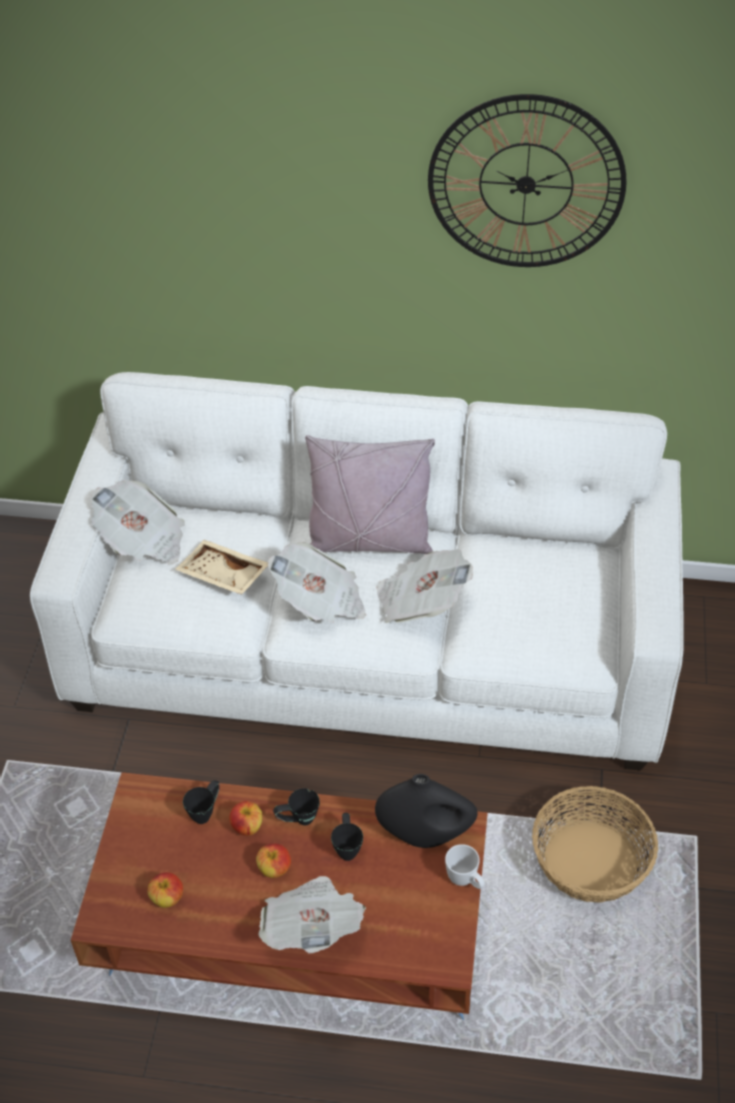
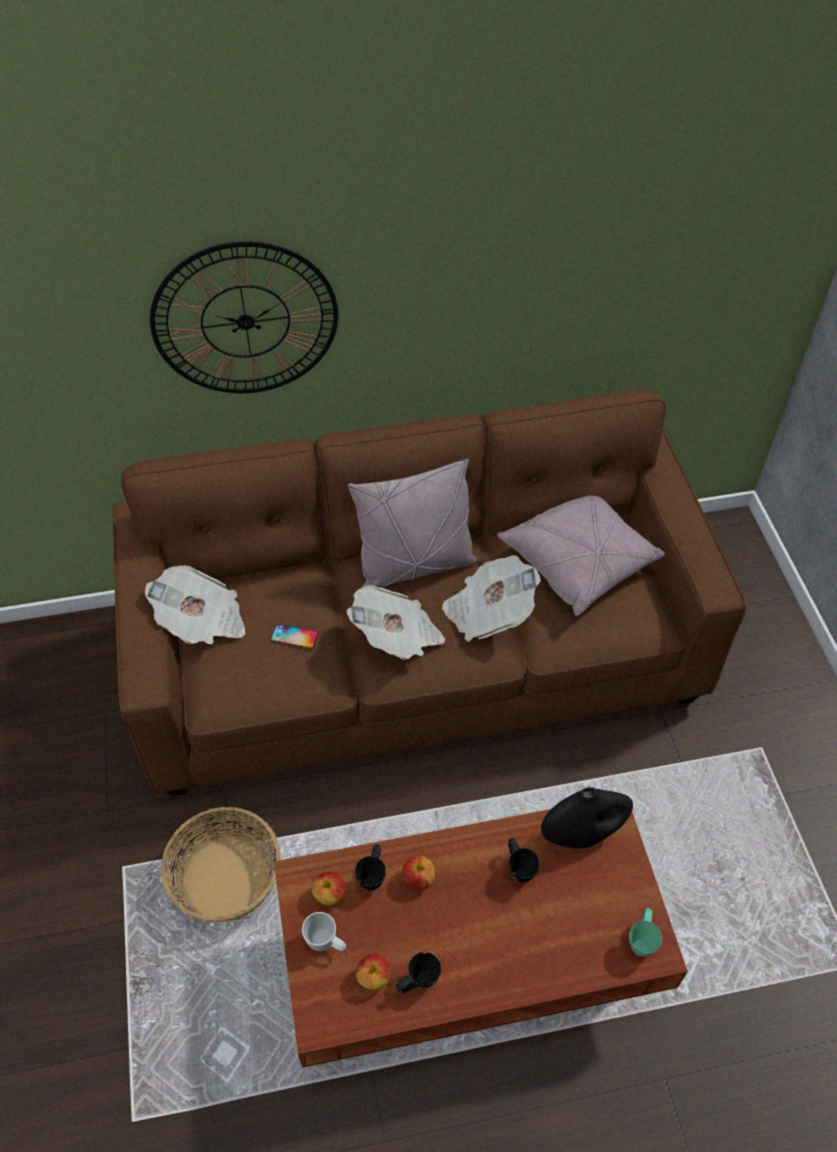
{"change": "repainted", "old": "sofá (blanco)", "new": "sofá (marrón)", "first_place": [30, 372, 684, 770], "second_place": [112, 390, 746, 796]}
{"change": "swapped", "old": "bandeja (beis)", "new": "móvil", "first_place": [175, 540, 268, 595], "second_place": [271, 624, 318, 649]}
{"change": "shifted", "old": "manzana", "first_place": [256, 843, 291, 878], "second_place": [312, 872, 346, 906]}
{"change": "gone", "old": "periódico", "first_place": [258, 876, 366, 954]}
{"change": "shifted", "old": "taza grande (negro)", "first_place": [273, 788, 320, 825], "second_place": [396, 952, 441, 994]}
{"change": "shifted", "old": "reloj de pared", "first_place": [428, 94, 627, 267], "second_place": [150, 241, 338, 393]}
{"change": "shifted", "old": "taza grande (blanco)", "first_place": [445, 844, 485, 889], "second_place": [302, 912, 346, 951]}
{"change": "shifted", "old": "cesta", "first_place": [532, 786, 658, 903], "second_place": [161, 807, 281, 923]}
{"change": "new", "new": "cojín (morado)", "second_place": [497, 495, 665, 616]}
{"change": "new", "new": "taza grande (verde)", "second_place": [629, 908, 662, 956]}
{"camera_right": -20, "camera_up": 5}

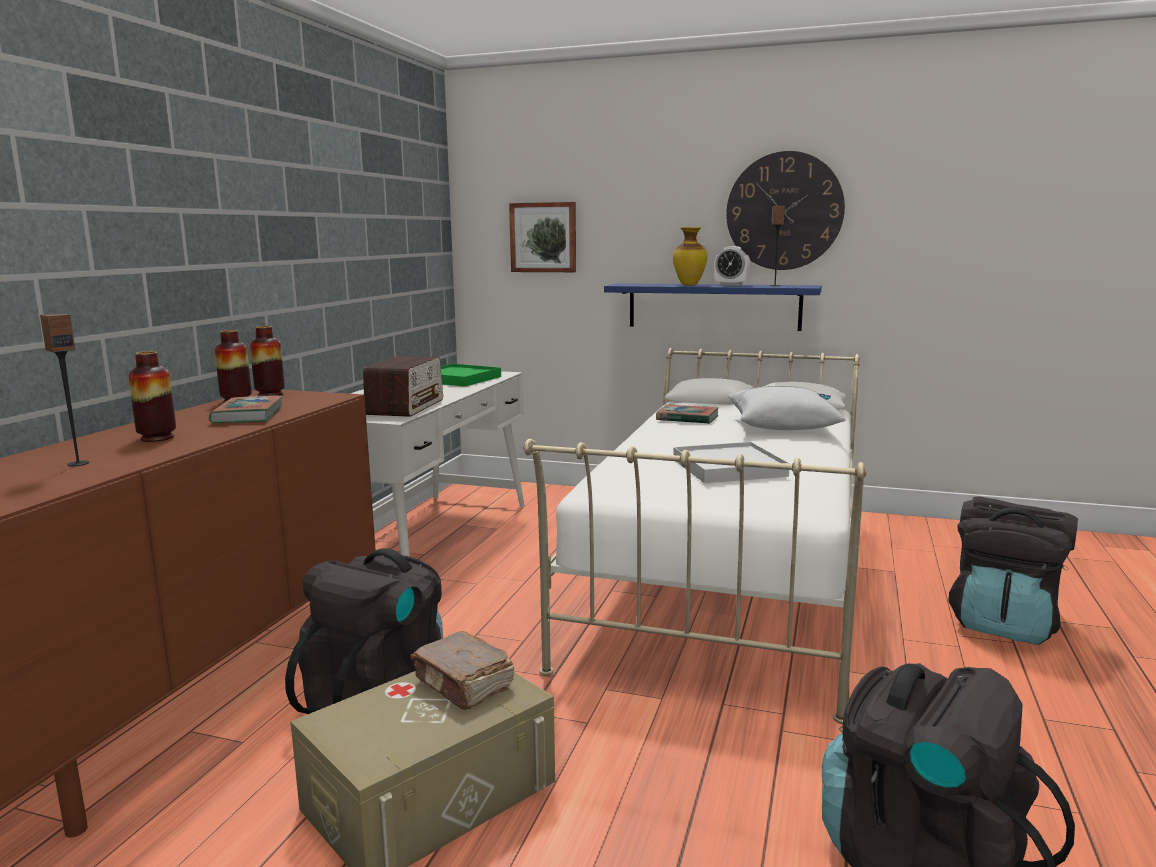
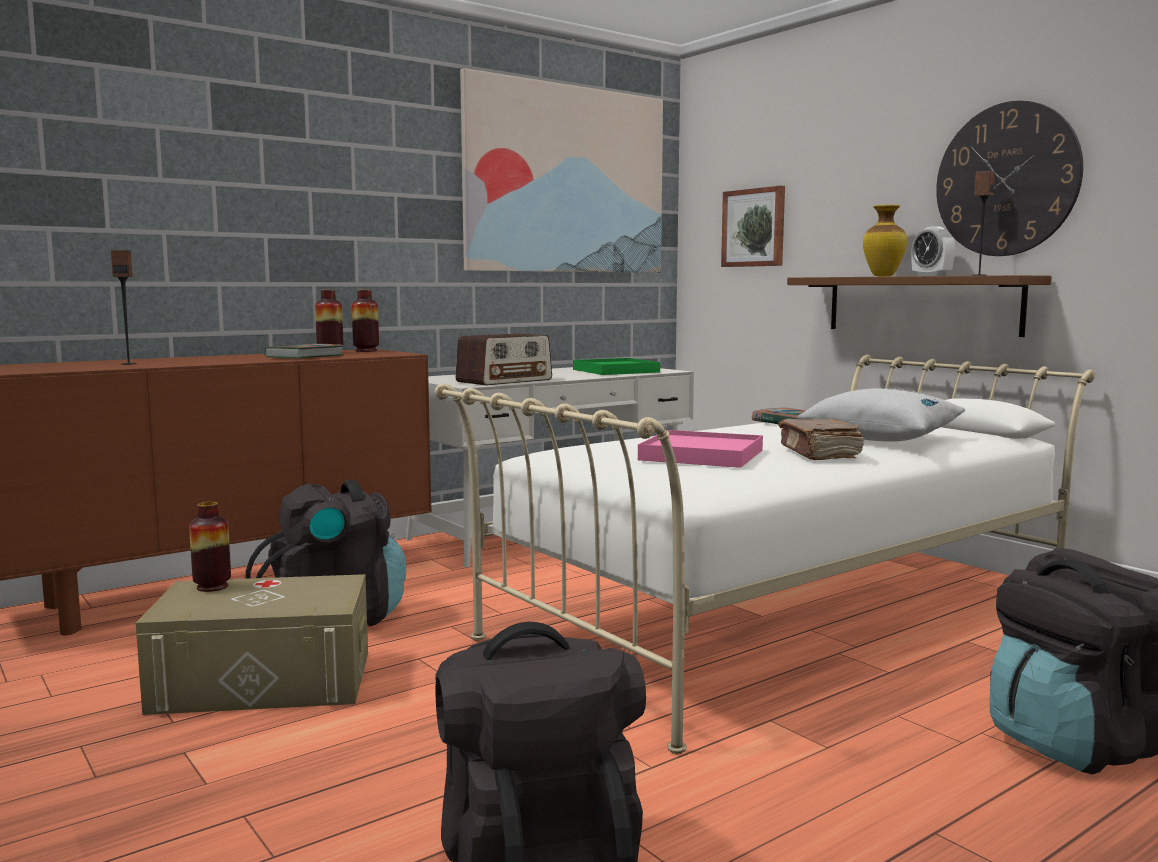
{"change": "shifted", "old": "florero", "first_place": [128, 351, 176, 442], "second_place": [189, 502, 231, 592]}
{"change": "shifted", "old": "libro (marrón)", "first_place": [410, 631, 514, 710], "second_place": [778, 419, 864, 460]}
{"change": "repainted", "old": "estante (azul)", "new": "estante (marrón)", "first_place": [604, 283, 822, 331], "second_place": [787, 275, 1051, 337]}
{"change": "repainted", "old": "bandeja (blanco)", "new": "bandeja (rosa)", "first_place": [673, 442, 790, 483], "second_place": [638, 430, 763, 468]}
{"change": "new", "new": "cuadro", "second_place": [460, 68, 663, 273]}
{"camera_right": 35, "camera_up": -5}

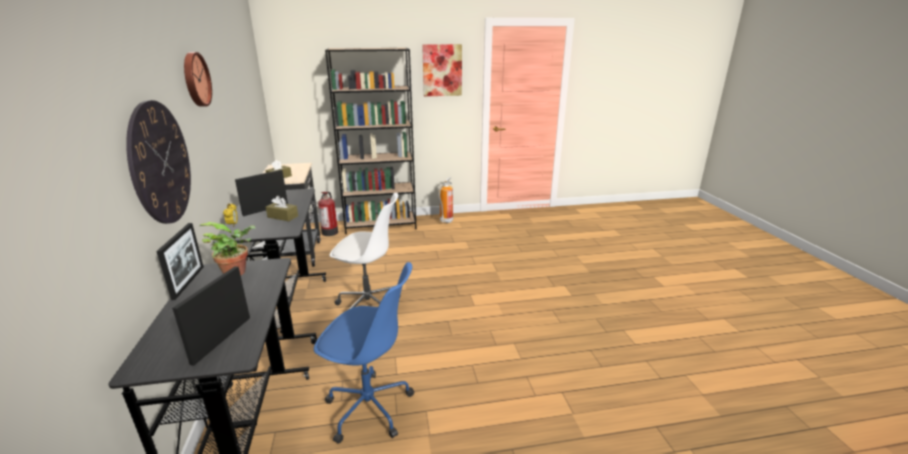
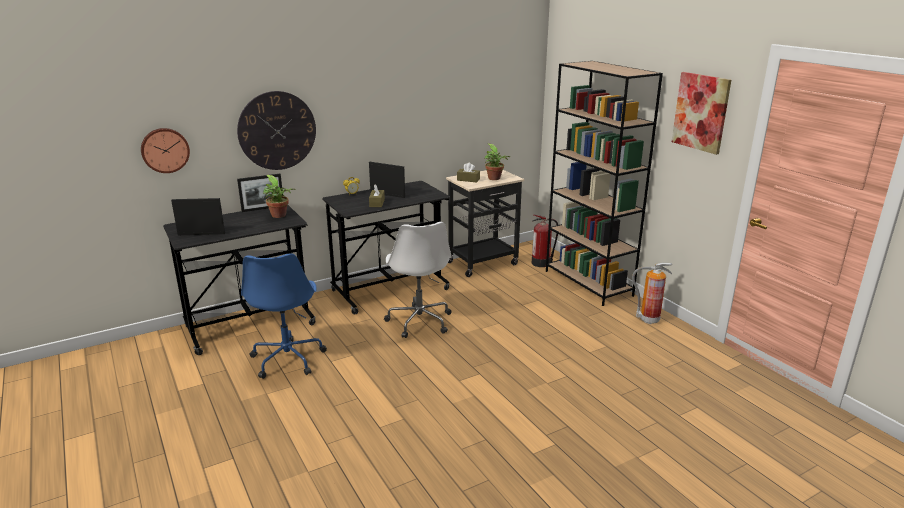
{"change": "shifted", "old": "reloj de pared", "first_place": [184, 52, 212, 107], "second_place": [141, 128, 190, 173]}
{"change": "new", "new": "planta en maceta", "second_place": [484, 143, 510, 180]}
{"camera_right": 70, "camera_up": 0}

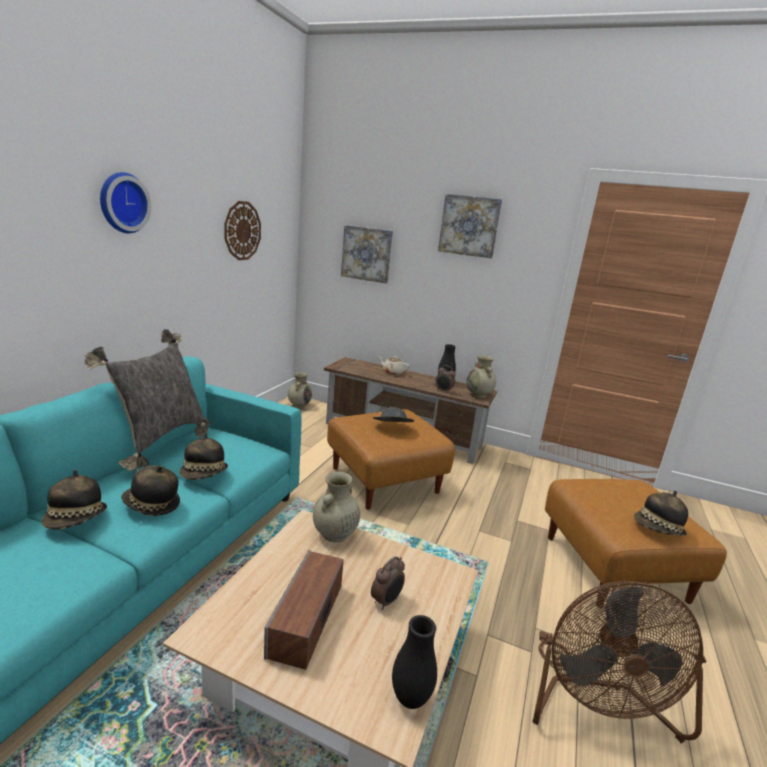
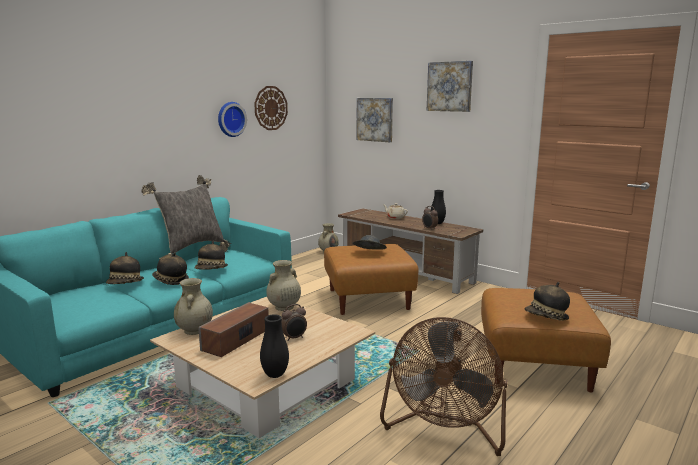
{"change": "shifted", "old": "reloj de pared", "first_place": [100, 172, 151, 233], "second_place": [218, 102, 247, 137]}
{"change": "shifted", "old": "florero (beis)", "first_place": [466, 355, 496, 398], "second_place": [174, 278, 213, 335]}
{"camera_right": 20, "camera_up": -5}

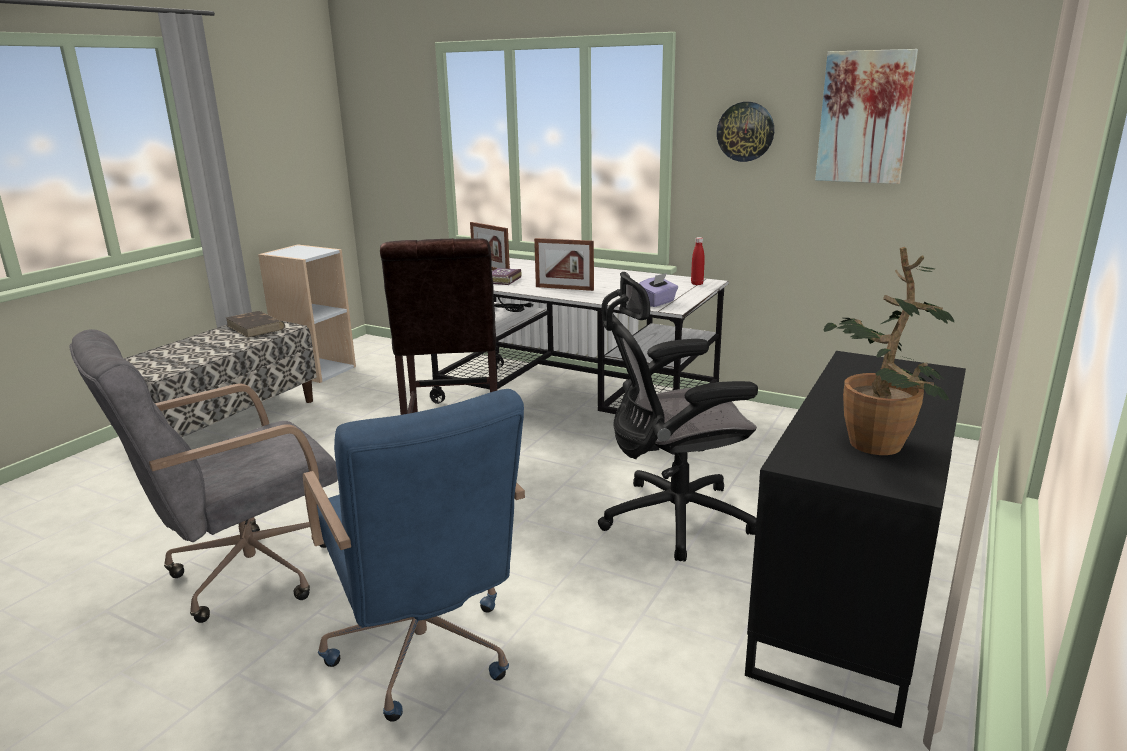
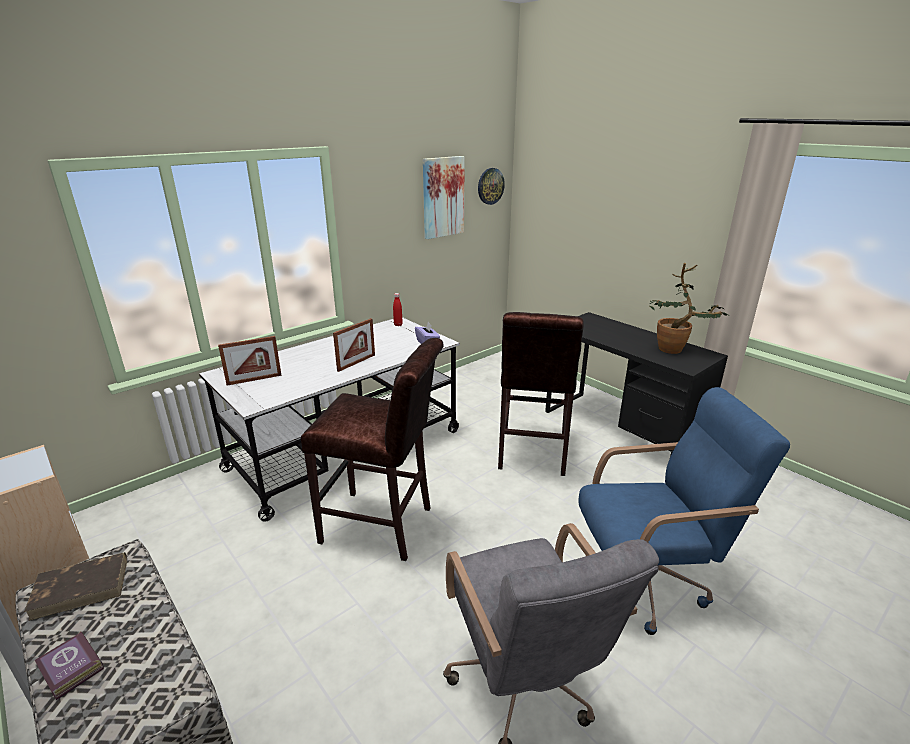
{"change": "shifted", "old": "libro", "first_place": [492, 268, 522, 285], "second_place": [35, 631, 104, 700]}
{"change": "swapped", "old": "silla de oficina", "new": "taburete (marrón)", "first_place": [598, 272, 758, 562], "second_place": [498, 312, 584, 476]}
{"change": "shifted", "old": "reloj de pared", "first_place": [717, 102, 774, 162], "second_place": [478, 168, 505, 205]}
{"camera_right": -70, "camera_up": 5}

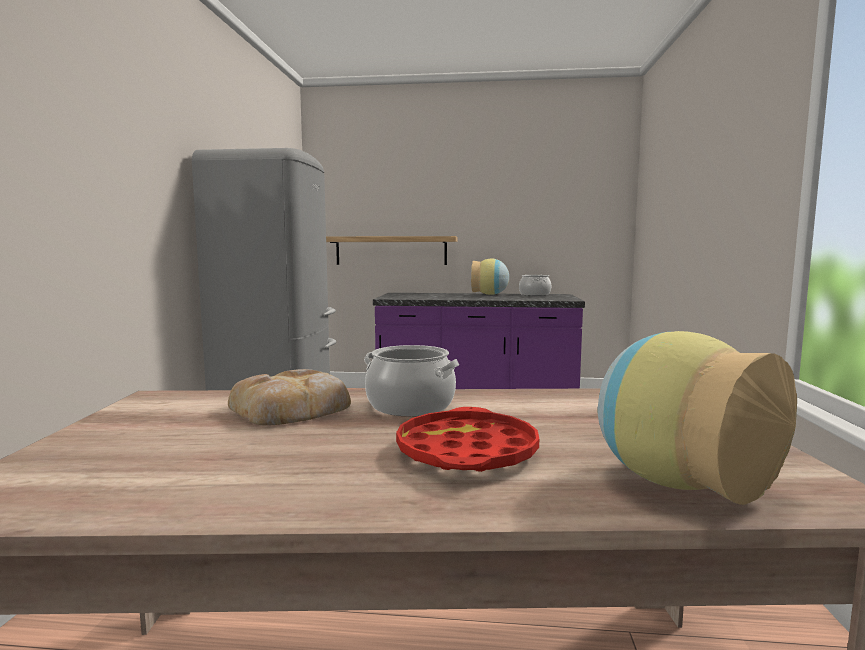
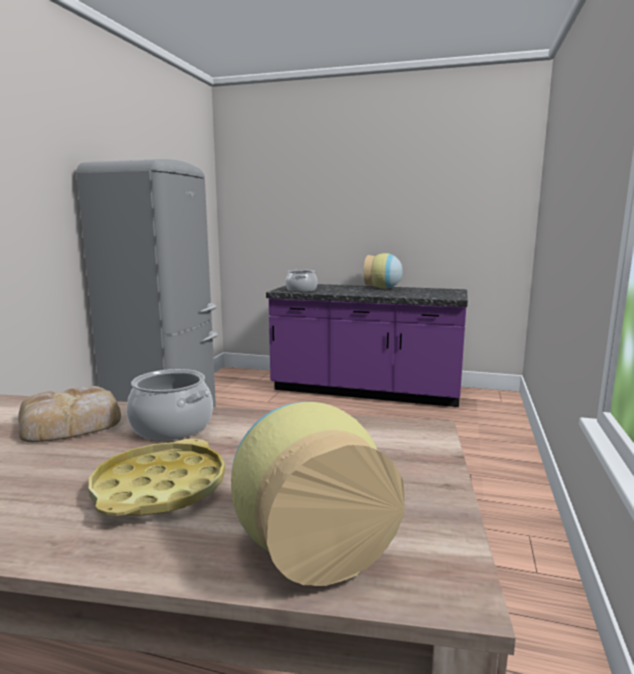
{"change": "gone", "old": "estante", "first_place": [326, 236, 457, 265]}
{"change": "repainted", "old": "bandeja (rojo)", "new": "bandeja (amarillo)", "first_place": [396, 407, 539, 472], "second_place": [89, 438, 225, 516]}
{"change": "shifted", "old": "olla", "first_place": [519, 275, 551, 296], "second_place": [285, 270, 317, 292]}
{"camera_right": 10, "camera_up": 5}

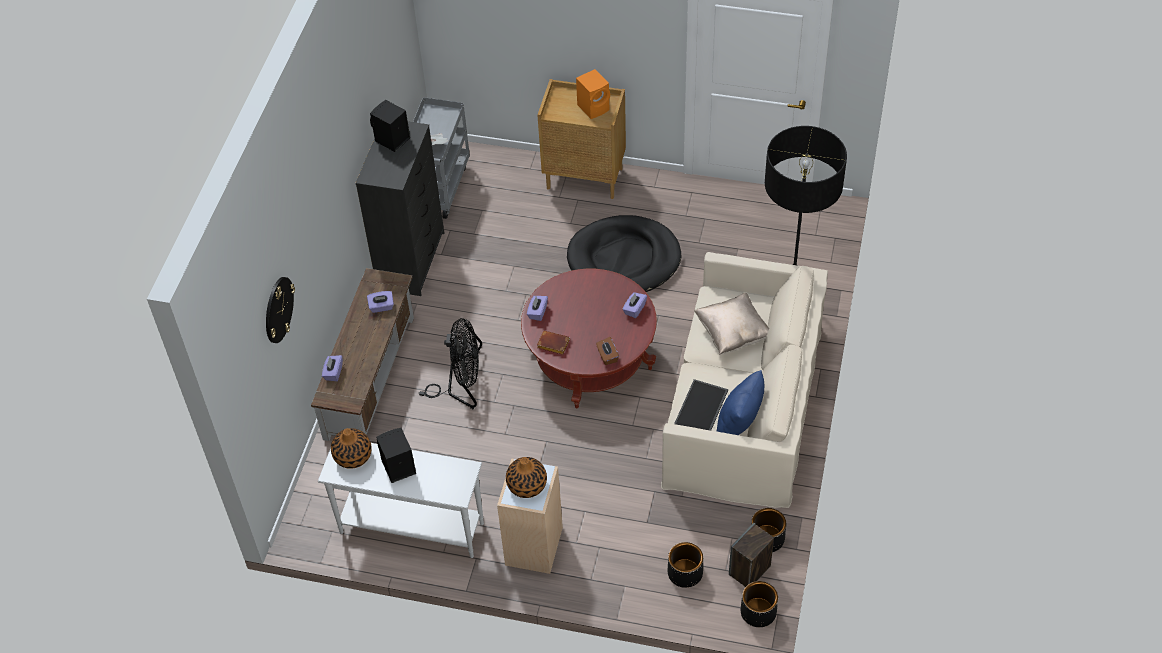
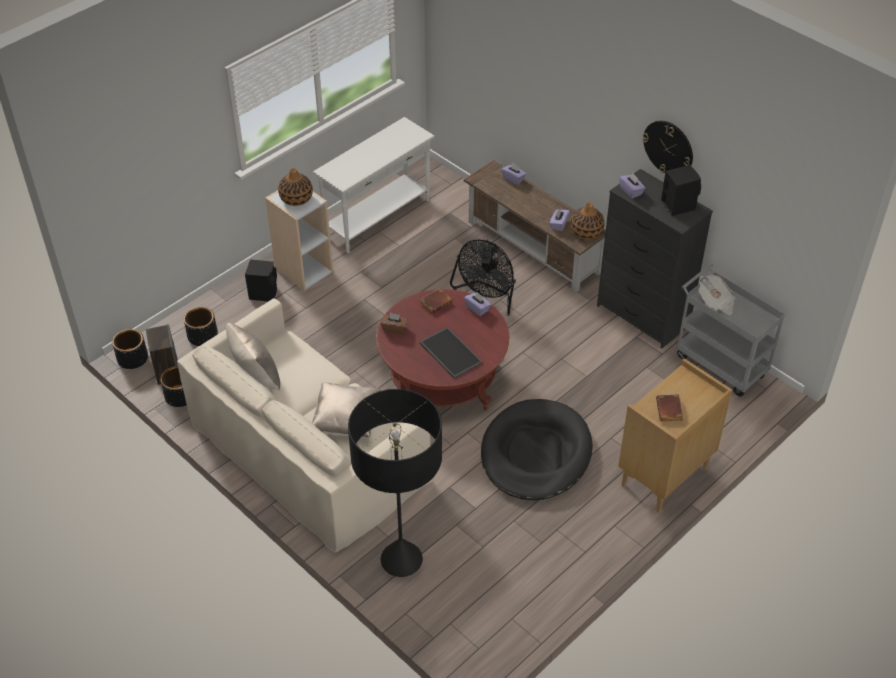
{"change": "shifted", "old": "reloj de pared", "first_place": [266, 277, 295, 343], "second_place": [642, 120, 693, 173]}
{"change": "shifted", "old": "florero", "first_place": [331, 428, 372, 469], "second_place": [571, 202, 605, 239]}
{"change": "shifted", "old": "altavoz (negro)", "first_place": [376, 428, 416, 483], "second_place": [245, 259, 277, 302]}
{"change": "swapped", "old": "altavoz (naranja)", "new": "libro (marrón)", "first_place": [576, 69, 610, 119], "second_place": [656, 394, 683, 421]}
{"change": "shifted", "old": "caja de pañuelos (morado)", "first_place": [622, 292, 647, 318], "second_place": [619, 173, 645, 199]}
{"change": "shifted", "old": "bandeja", "first_place": [674, 379, 728, 431], "second_place": [419, 327, 482, 379]}
{"change": "repainted", "old": "cojín (azul)", "new": "cojín (beis)", "first_place": [717, 370, 764, 435], "second_place": [226, 323, 280, 390]}
{"camera_right": 120, "camera_up": -5}

